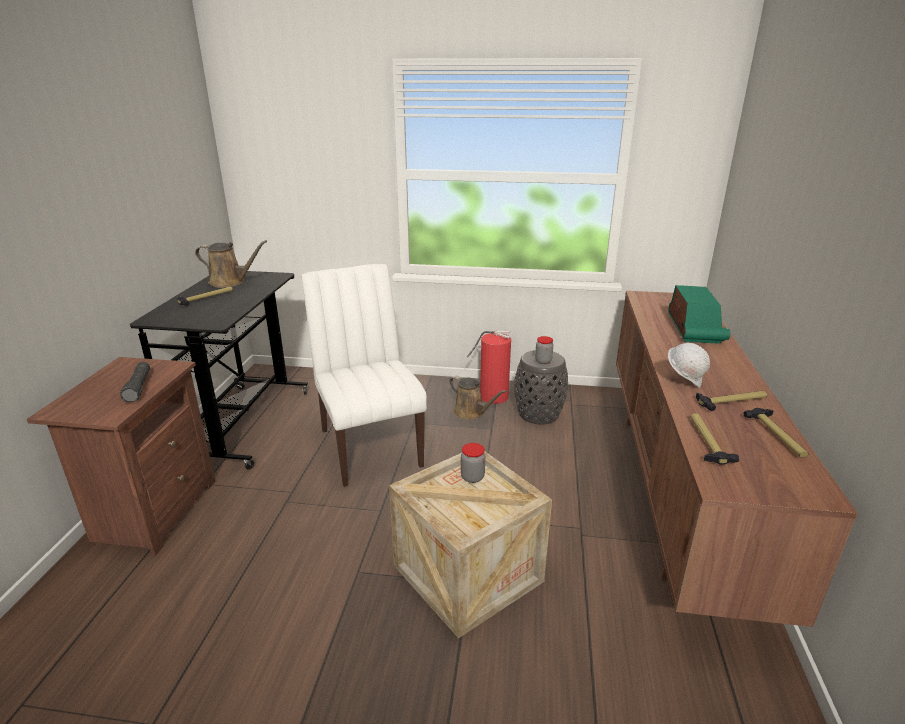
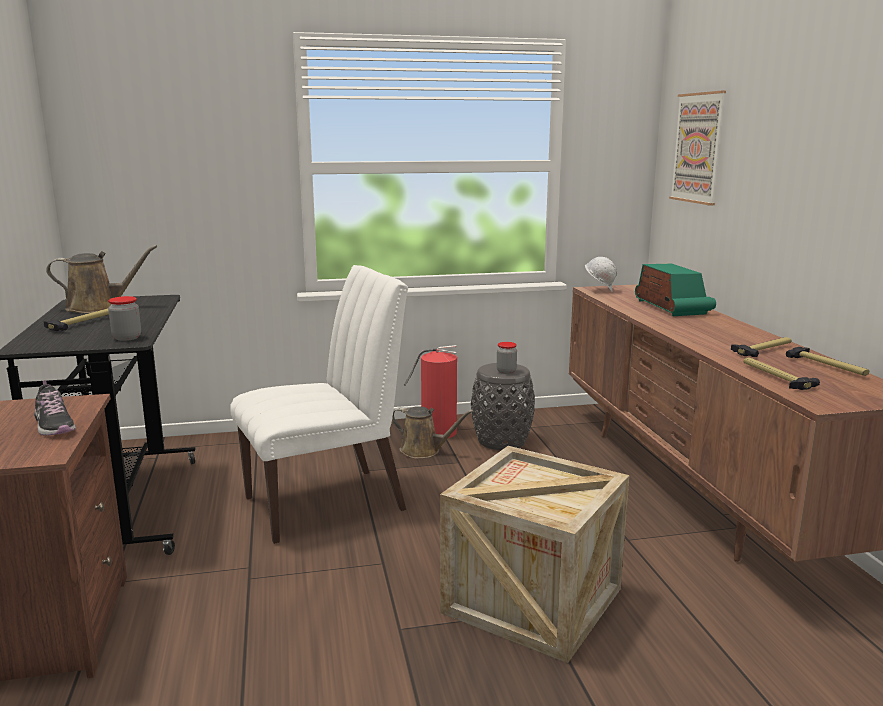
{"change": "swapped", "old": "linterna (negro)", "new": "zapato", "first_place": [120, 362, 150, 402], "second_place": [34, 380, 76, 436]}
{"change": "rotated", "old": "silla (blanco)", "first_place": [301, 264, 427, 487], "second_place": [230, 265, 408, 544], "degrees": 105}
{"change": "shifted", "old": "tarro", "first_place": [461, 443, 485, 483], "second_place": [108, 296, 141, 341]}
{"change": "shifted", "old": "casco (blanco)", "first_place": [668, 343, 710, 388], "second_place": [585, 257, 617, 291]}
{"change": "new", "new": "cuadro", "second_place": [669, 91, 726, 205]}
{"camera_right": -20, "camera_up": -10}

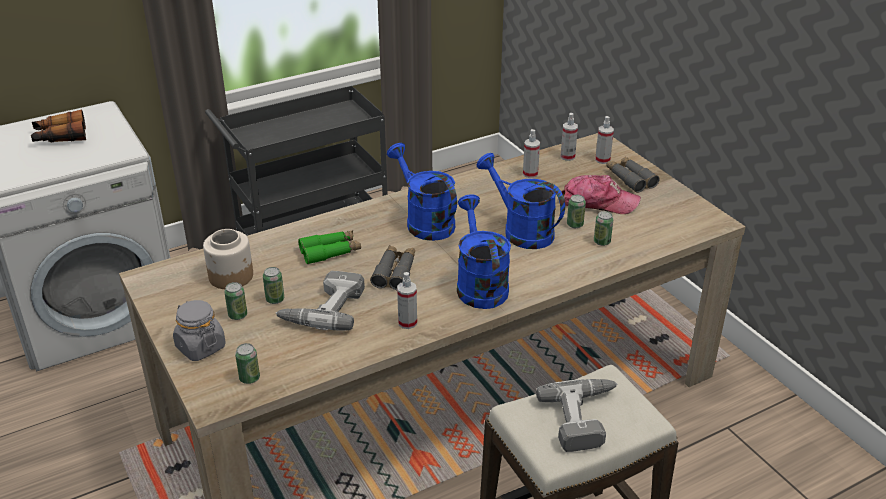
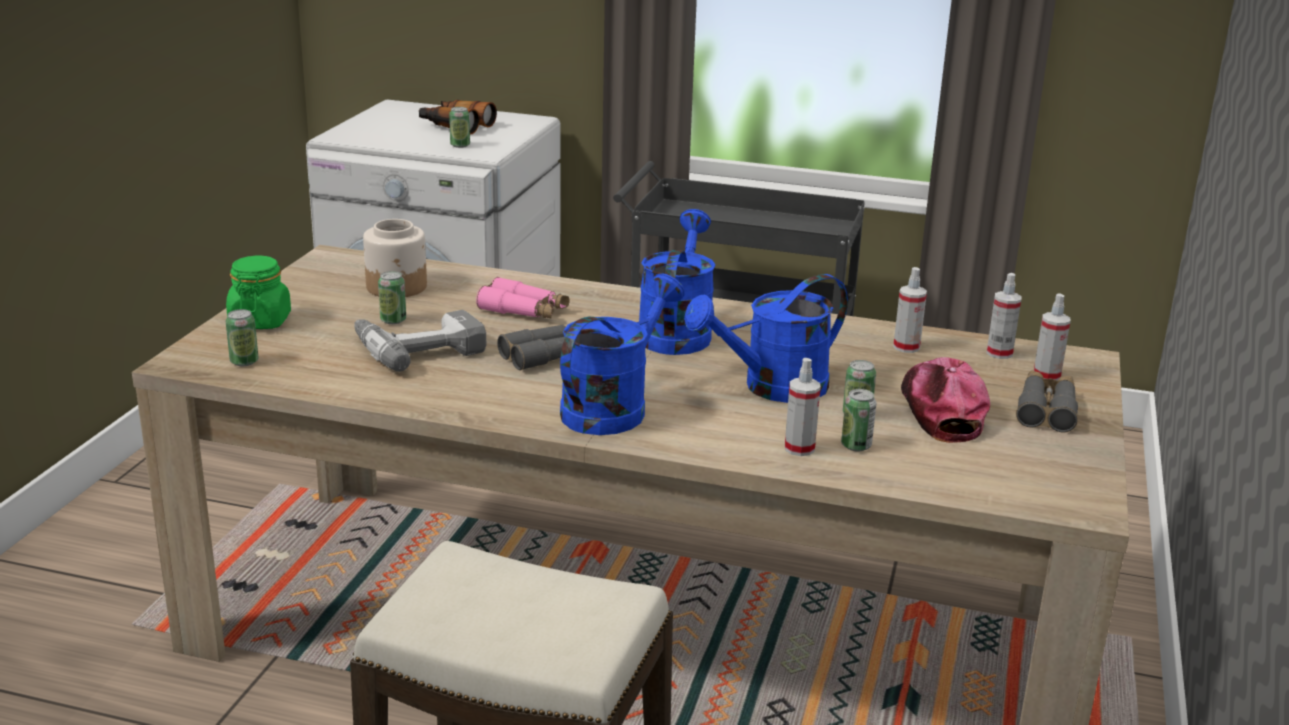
{"change": "repainted", "old": "tarro (gris)", "new": "tarro (verde)", "first_place": [173, 300, 226, 361], "second_place": [226, 256, 291, 329]}
{"change": "shifted", "old": "lata", "first_place": [224, 282, 247, 320], "second_place": [449, 107, 470, 148]}
{"change": "repainted", "old": "prismáticos (verde)", "new": "prismáticos (rosa)", "first_place": [298, 230, 361, 264], "second_place": [476, 277, 569, 319]}
{"change": "shifted", "old": "pulverizador", "first_place": [397, 272, 417, 329], "second_place": [785, 358, 821, 456]}
{"change": "rotated", "old": "regadera (azul)", "first_place": [477, 153, 565, 249], "second_place": [684, 274, 848, 403], "degrees": -120}
{"change": "gone", "old": "taladro", "first_place": [536, 379, 618, 452]}
{"change": "rotated", "old": "gorra", "first_place": [562, 175, 641, 214], "second_place": [901, 357, 990, 443], "degrees": -150}
{"camera_right": 45, "camera_up": -10}

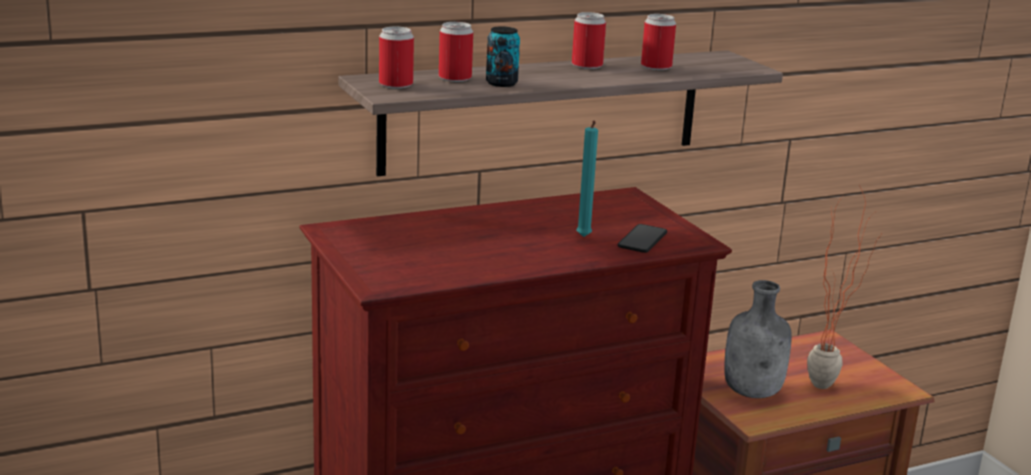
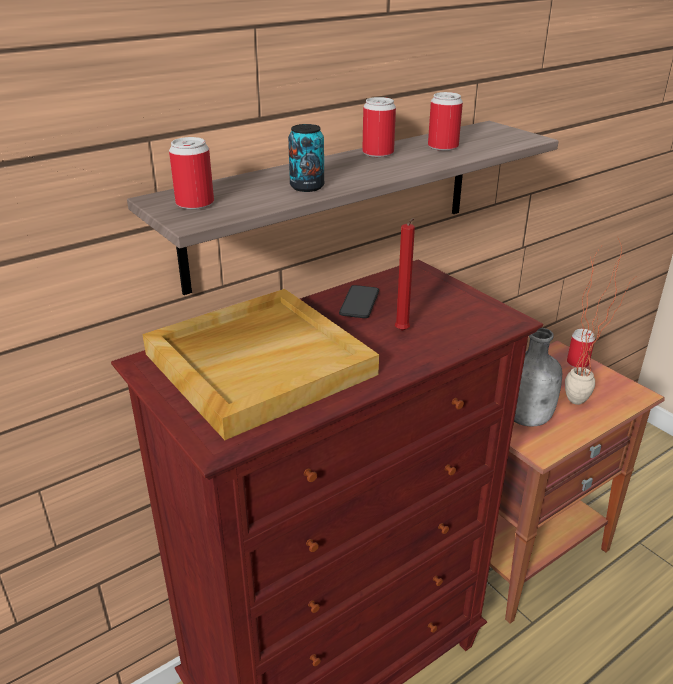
{"change": "shifted", "old": "lata", "first_place": [439, 22, 473, 82], "second_place": [567, 329, 595, 368]}
{"change": "repainted", "old": "vela (turquesa)", "new": "vela (rojo)", "first_place": [577, 120, 598, 237], "second_place": [395, 218, 415, 331]}
{"change": "shifted", "old": "móvil", "first_place": [618, 224, 667, 253], "second_place": [339, 285, 379, 318]}
{"change": "new", "new": "bandeja (beis)", "second_place": [142, 289, 379, 440]}
{"camera_right": -10, "camera_up": 10}

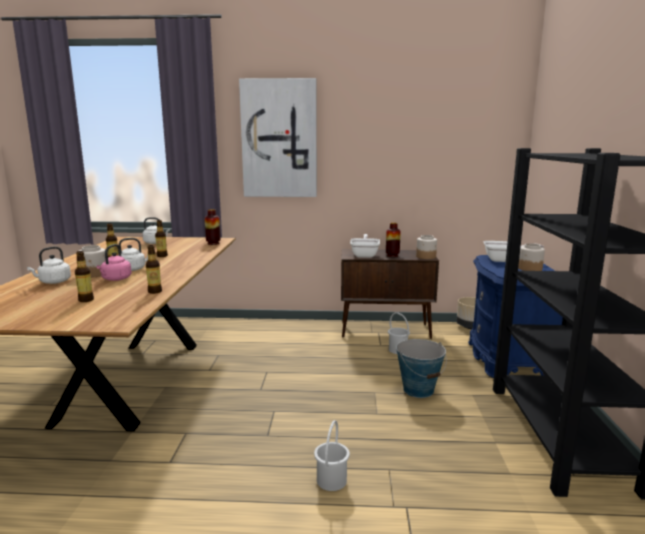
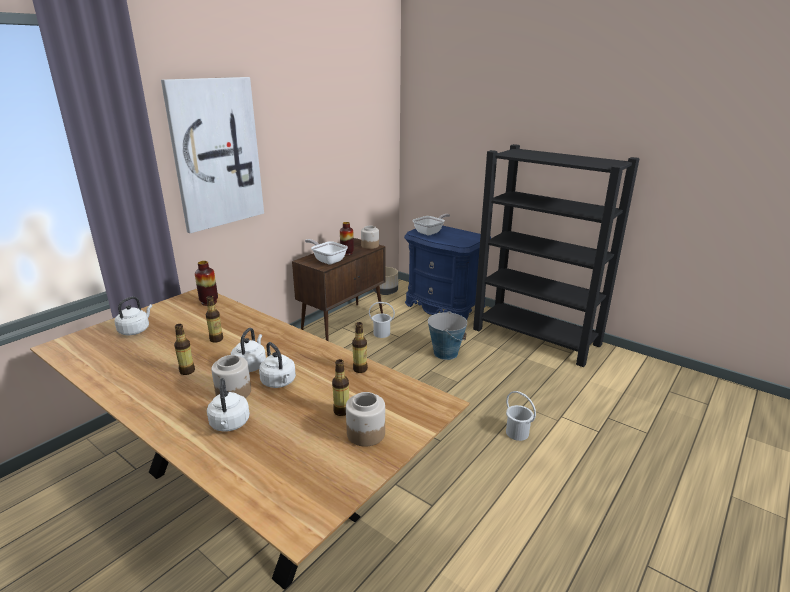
{"change": "repainted", "old": "hervidor (rosa)", "new": "hervidor (blanco)", "first_place": [96, 244, 132, 281], "second_place": [259, 342, 296, 388]}
{"change": "shifted", "old": "tarro", "first_place": [518, 243, 545, 271], "second_place": [346, 392, 385, 447]}
{"camera_right": -55, "camera_up": 10}

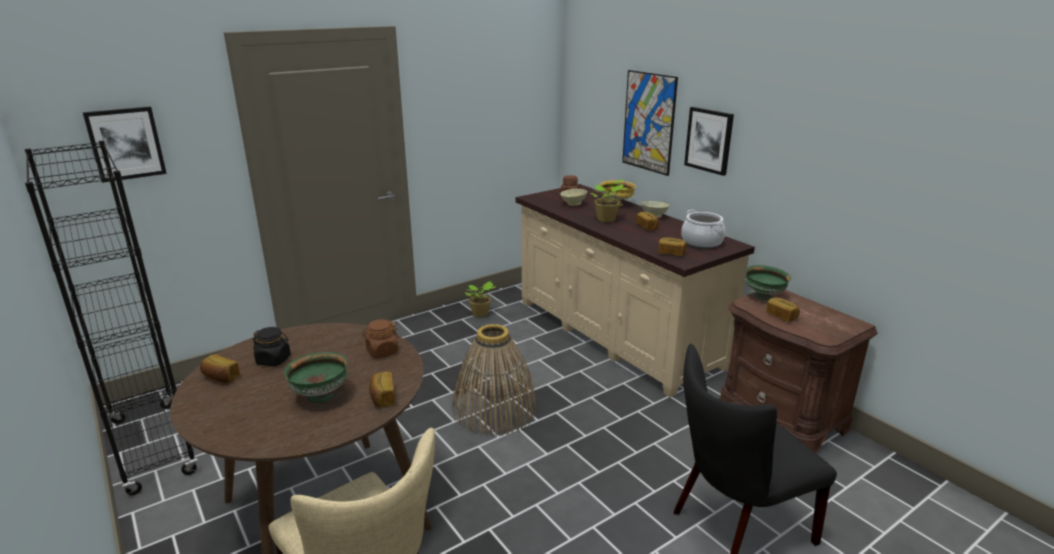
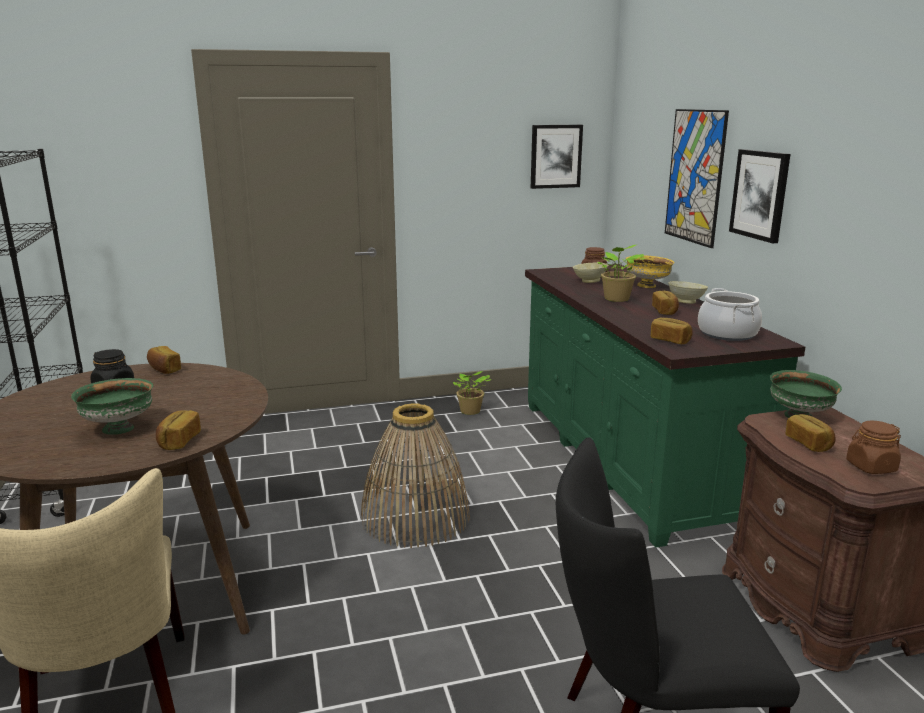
{"change": "shifted", "old": "cuadro", "first_place": [83, 106, 167, 183], "second_place": [531, 125, 583, 189]}
{"change": "shifted", "old": "pan", "first_place": [200, 354, 240, 383], "second_place": [147, 346, 181, 374]}
{"change": "shifted", "old": "tarro (marrón)", "first_place": [362, 319, 399, 359], "second_place": [846, 421, 901, 474]}
{"change": "repainted", "old": "armario (beis)", "new": "armario (verde)", "first_place": [516, 184, 755, 397], "second_place": [525, 264, 805, 548]}
{"camera_right": 20, "camera_up": -5}

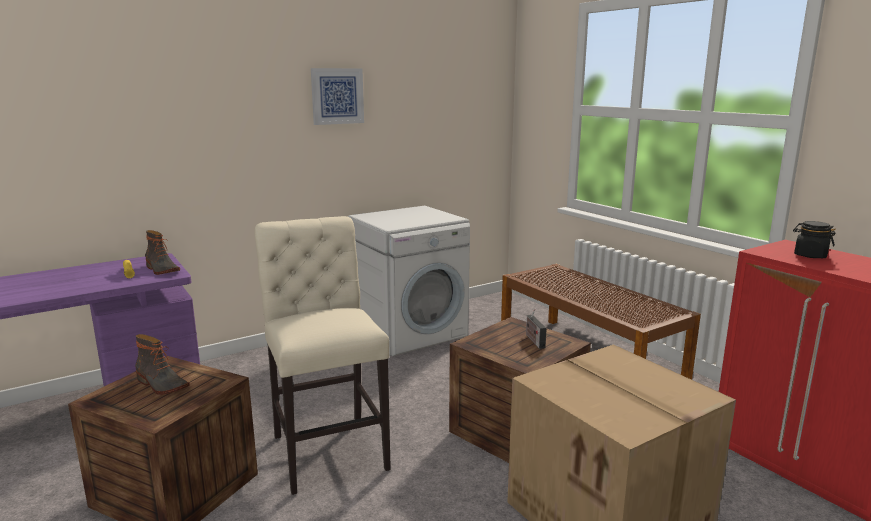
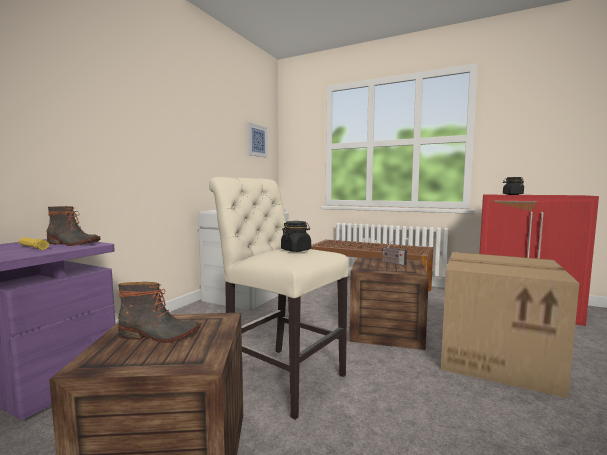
{"change": "shifted", "old": "cuadro", "first_place": [311, 68, 364, 125], "second_place": [247, 122, 268, 158]}
{"change": "new", "new": "tarro (negro)", "second_place": [281, 221, 311, 252]}
{"camera_right": -30, "camera_up": -10}

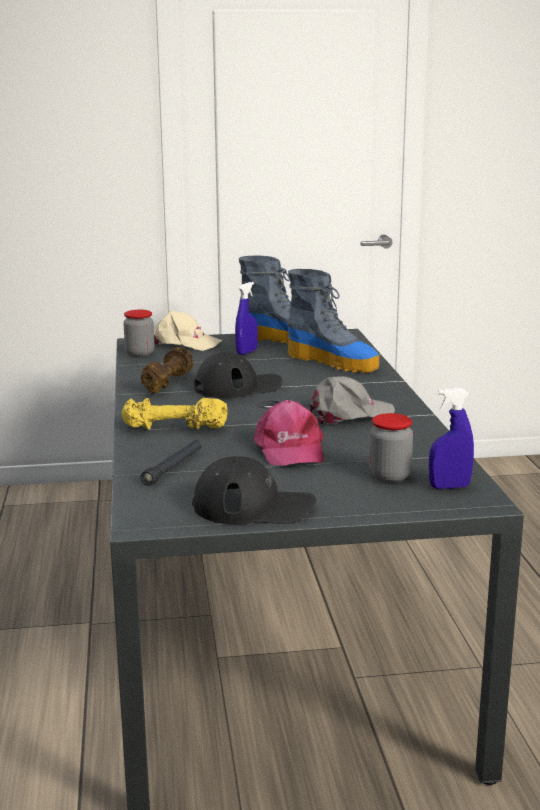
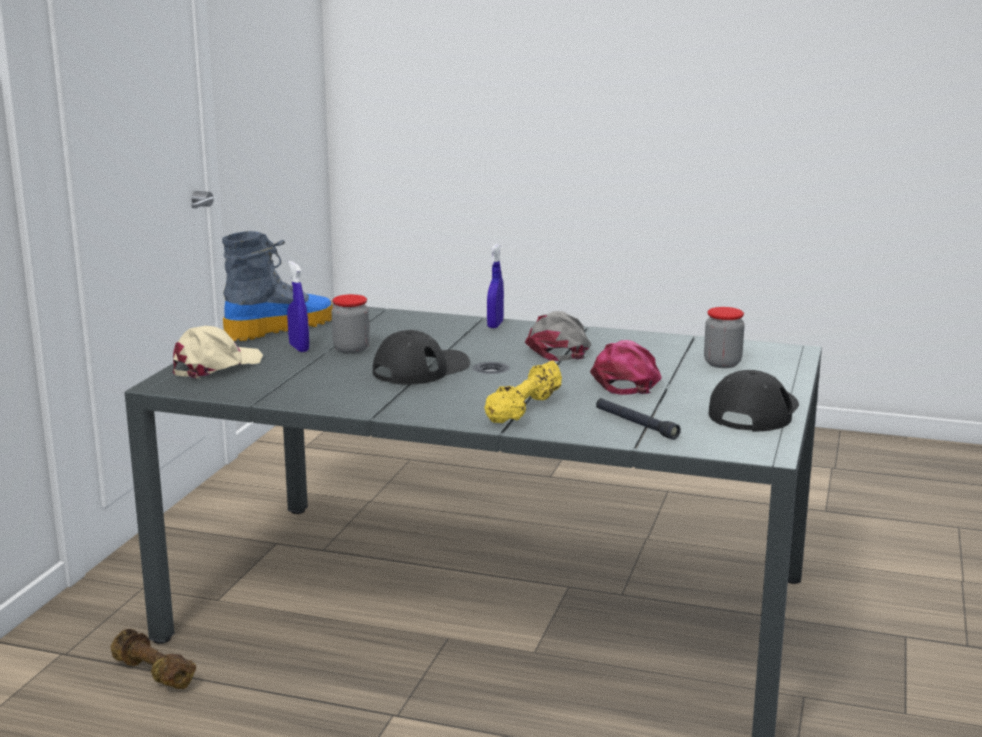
{"change": "shifted", "old": "tarro", "first_place": [123, 310, 155, 357], "second_place": [332, 294, 370, 354]}
{"change": "shifted", "old": "mancuerna (marrón)", "first_place": [141, 347, 194, 394], "second_place": [110, 629, 196, 689]}
{"change": "rotated", "old": "gorra (negro)", "first_place": [194, 352, 283, 398], "second_place": [373, 330, 470, 384], "degrees": 45}
{"change": "rotated", "old": "gorra (rosa)", "first_place": [254, 400, 324, 466], "second_place": [590, 340, 662, 395], "degrees": -90}
{"change": "gone", "old": "bota", "first_place": [287, 269, 379, 373]}
{"change": "shifted", "old": "pulverizador (azul)", "first_place": [429, 388, 474, 489], "second_place": [487, 244, 504, 328]}
{"camera_right": -65, "camera_up": 0}

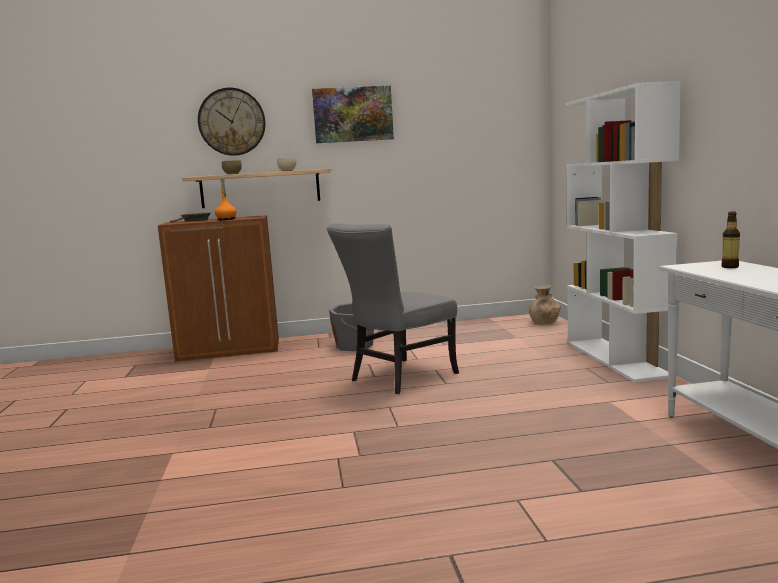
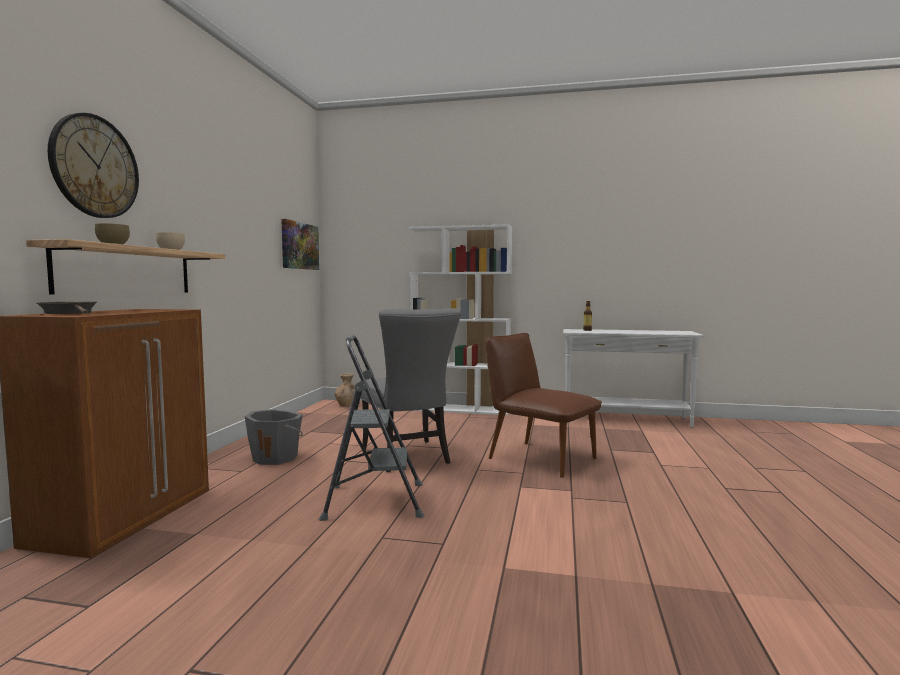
{"change": "gone", "old": "botella (naranja)", "first_place": [215, 178, 237, 220]}
{"change": "shifted", "old": "cuadro", "first_place": [312, 85, 394, 143], "second_place": [281, 219, 319, 270]}
{"change": "new", "new": "escalera de tijera (gris)", "second_place": [318, 334, 425, 521]}
{"change": "new", "new": "silla (marrón)", "second_place": [485, 333, 602, 478]}
{"camera_right": -70, "camera_up": -5}

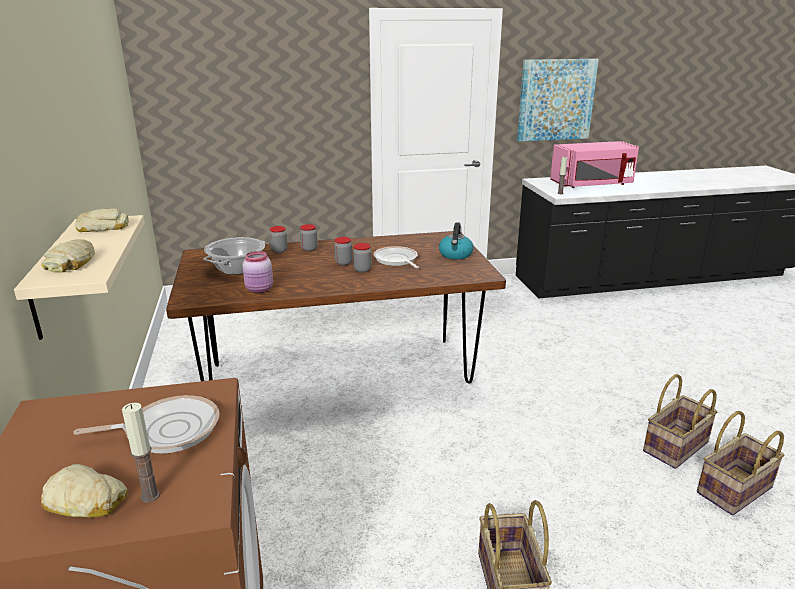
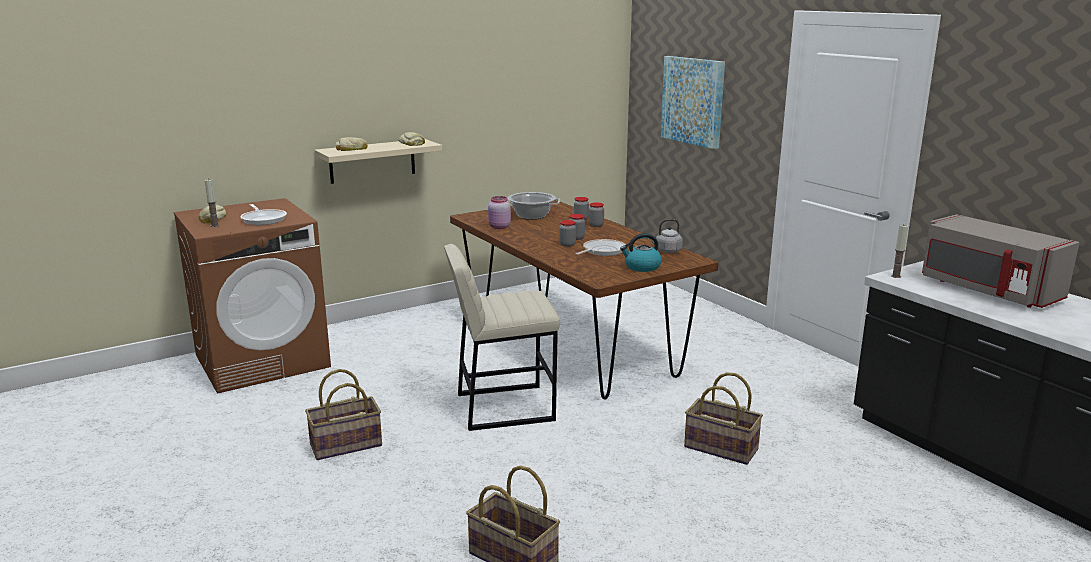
{"change": "shifted", "old": "cuadro", "first_place": [517, 59, 599, 141], "second_place": [661, 56, 725, 149]}
{"change": "repainted", "old": "microondas (rosa)", "new": "microondas (gris)", "first_place": [550, 141, 639, 188], "second_place": [922, 214, 1080, 308]}
{"change": "shifted", "old": "cesta", "first_place": [643, 374, 717, 469], "second_place": [684, 372, 763, 465]}
{"change": "new", "new": "silla (beis)", "second_place": [444, 244, 560, 431]}
{"change": "new", "new": "hervidor (gris)", "second_place": [651, 219, 683, 253]}
{"camera_right": 70, "camera_up": -5}

